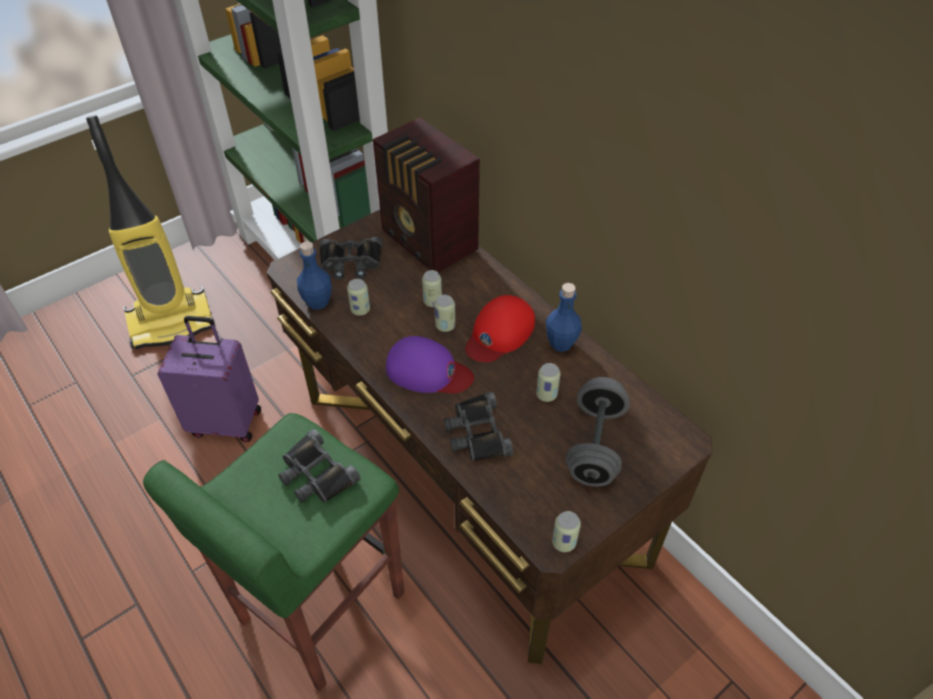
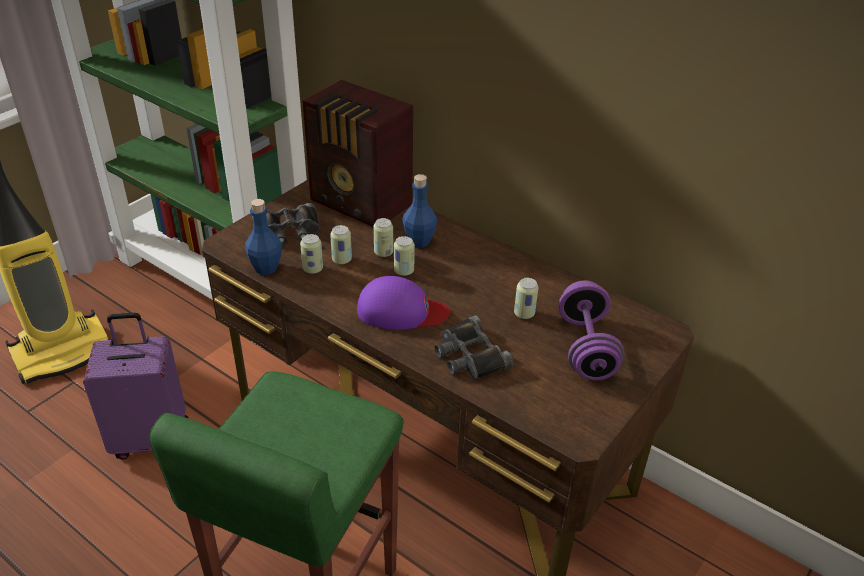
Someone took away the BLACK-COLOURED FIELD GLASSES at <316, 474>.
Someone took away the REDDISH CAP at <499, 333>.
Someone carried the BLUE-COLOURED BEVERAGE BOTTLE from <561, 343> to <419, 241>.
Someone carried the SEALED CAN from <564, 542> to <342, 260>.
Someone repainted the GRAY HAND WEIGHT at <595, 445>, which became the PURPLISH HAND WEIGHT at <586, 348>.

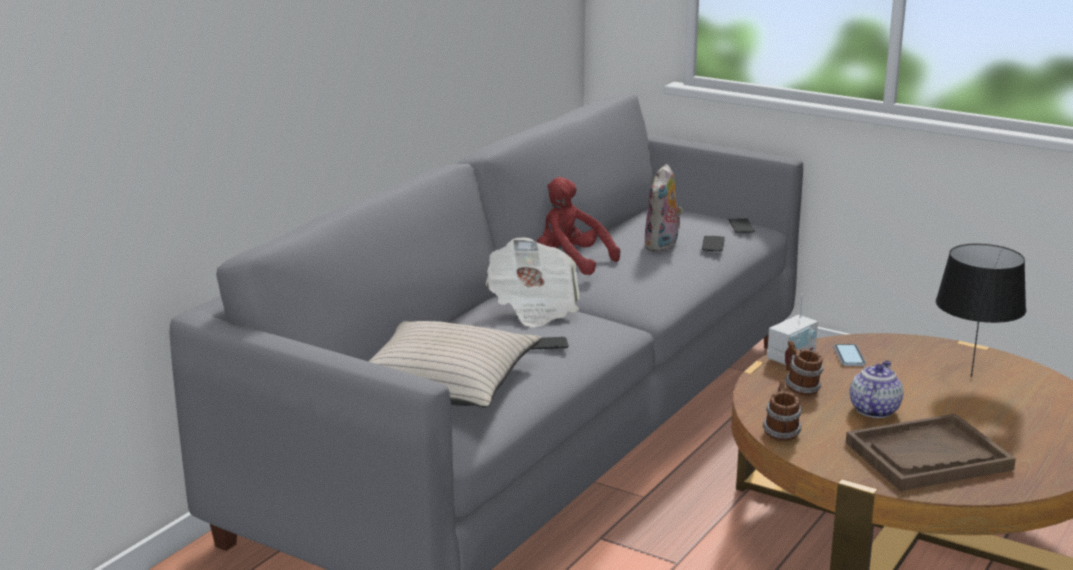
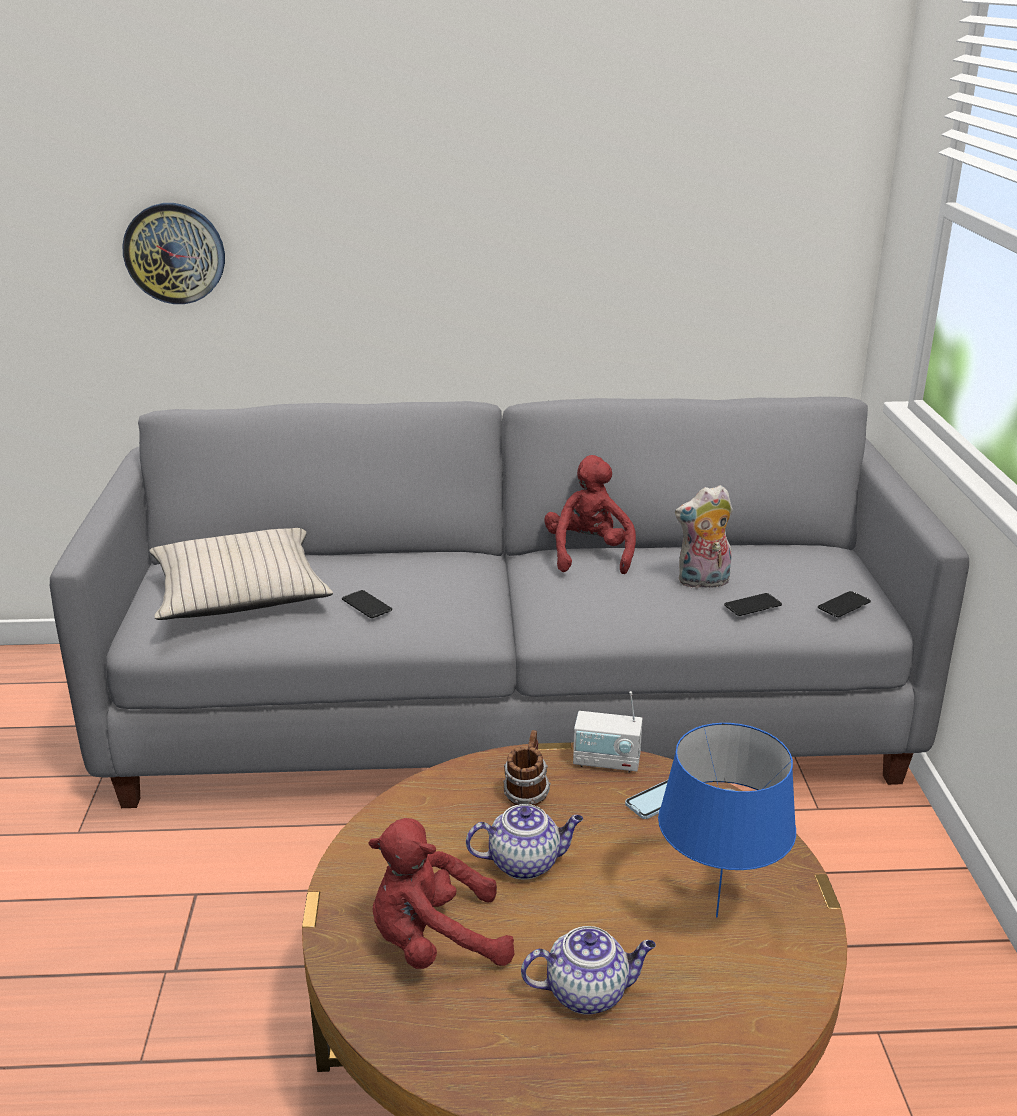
Someone took away the NEWSPAPER at <533, 307>.
Someone took away the MUG at <780, 432>.
Someone swapped the BROWN-COLOURED TRAY at <928, 456> for the REDDISH PLUSH TOY at <434, 943>.
Someone repainted the BLACK-COLOURED TABLETOP LAMP at <972, 377>, which became the BLUE-COLOURED TABLETOP LAMP at <717, 918>.
Someone put up the WALL CLOCK at <174, 253>.
Someone put down the TEA POT at <588, 992>.

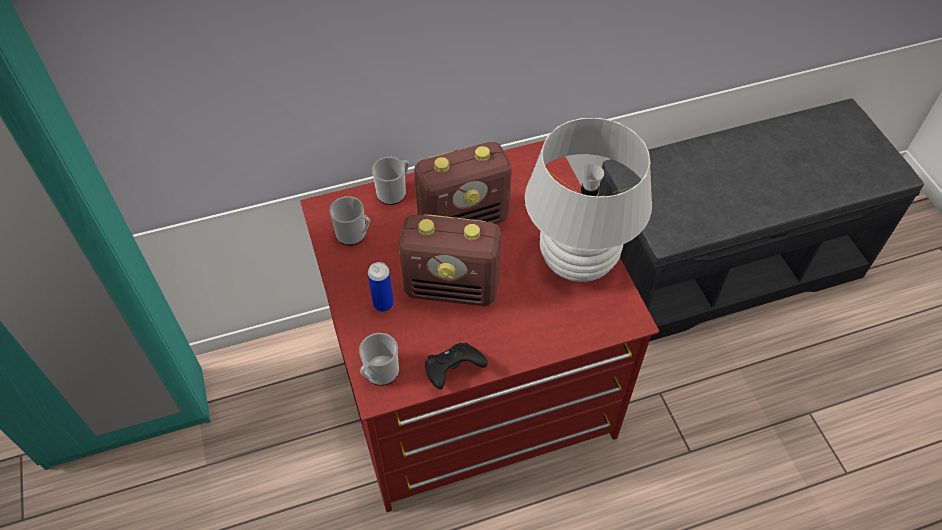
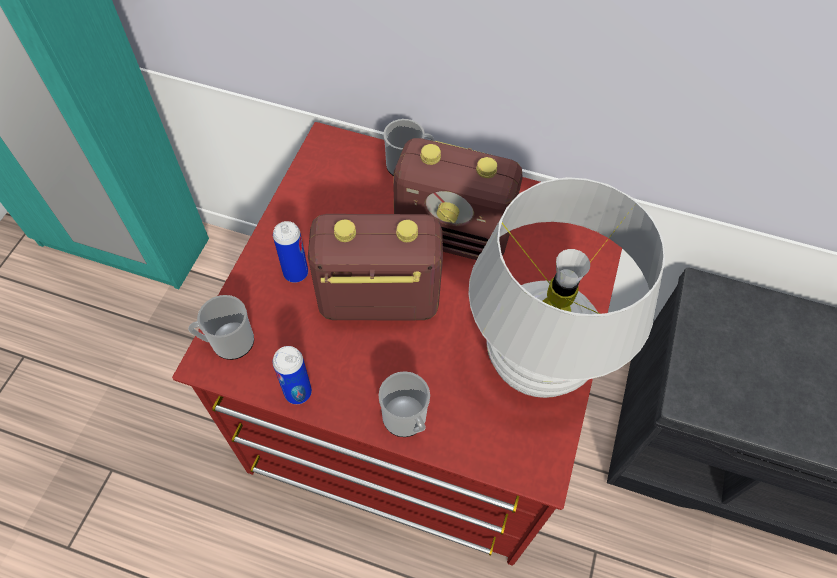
Someone carried the MUG from <354, 235> to <407, 421>.
Someone rotated the RADIO SET at <452, 288> by 135 degrees clockwise.
Someone swapped the BLACK-COLOURED GAMEPAD at <453, 372> for the SEALED CAN at <298, 392>.

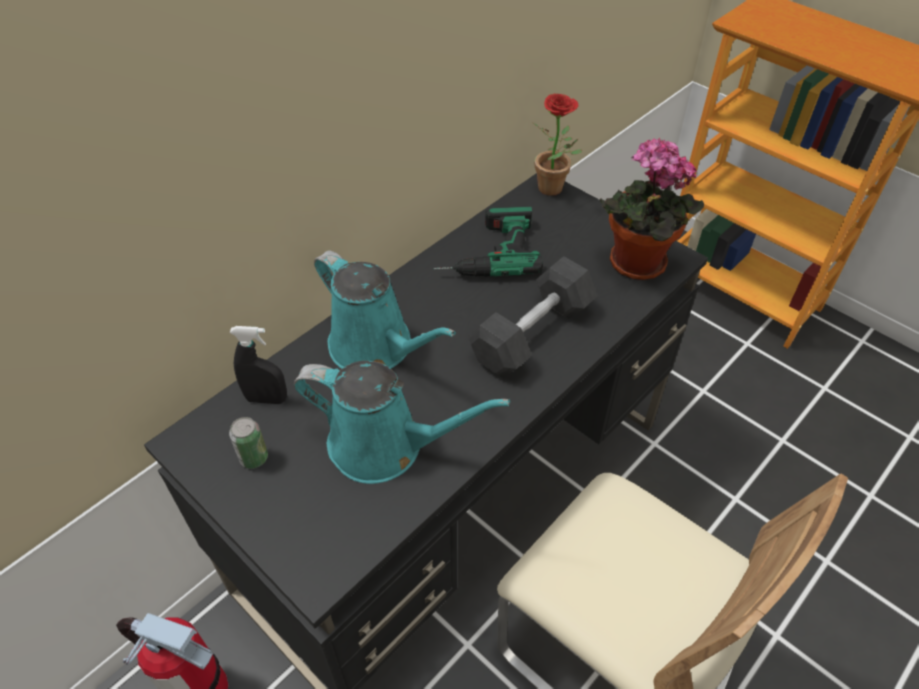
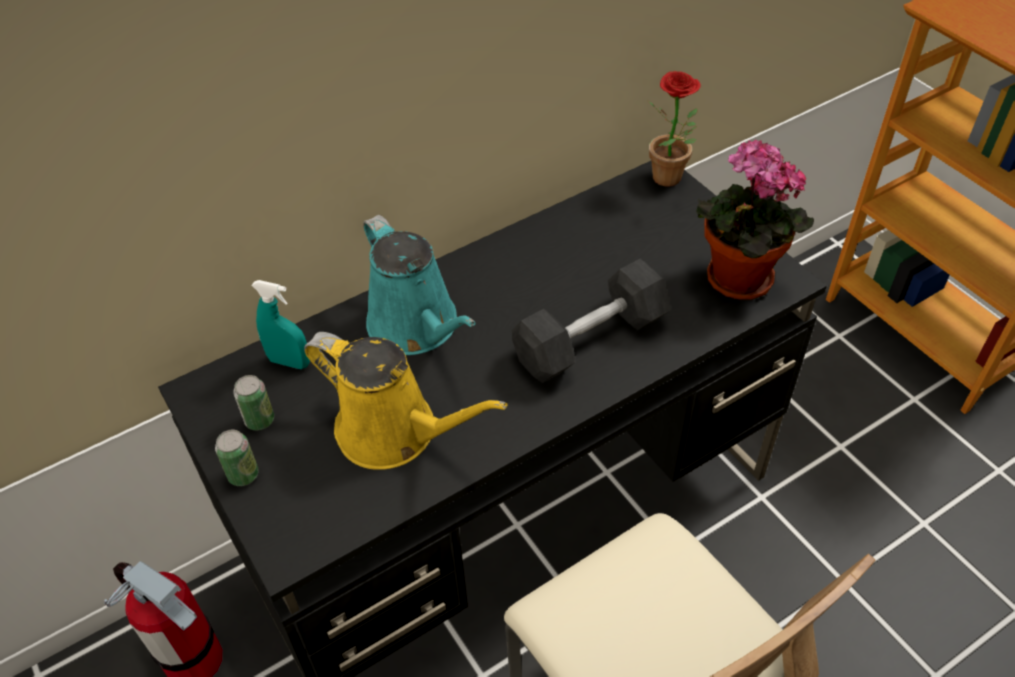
Someone repainted the BLACK-COLOURED SPRAYER at <266, 399>, which became the BLUE-GREEN SPRAYER at <289, 362>.
Someone repainted the BLUE-GREEN SPRINKLING CAN at <385, 445>, which became the YELLOW SPRINKLING CAN at <395, 432>.
Someone took away the POWER DRILL at <485, 251>.
Someone put down the SEALED CAN at <243, 475>.

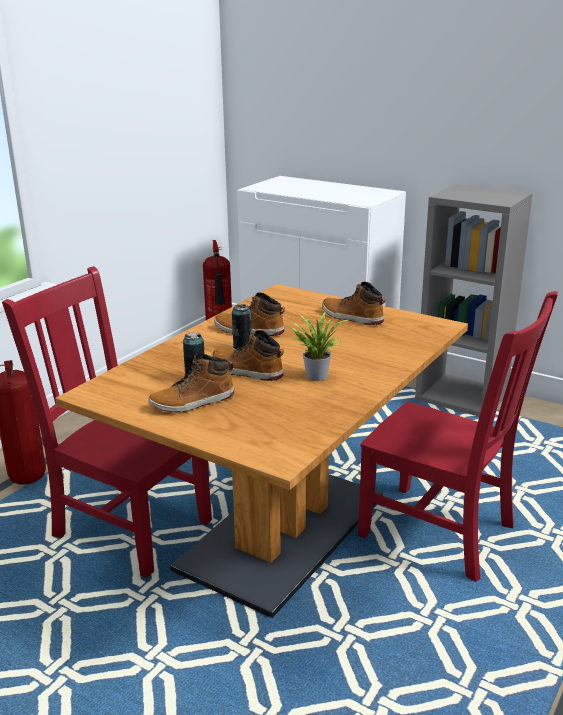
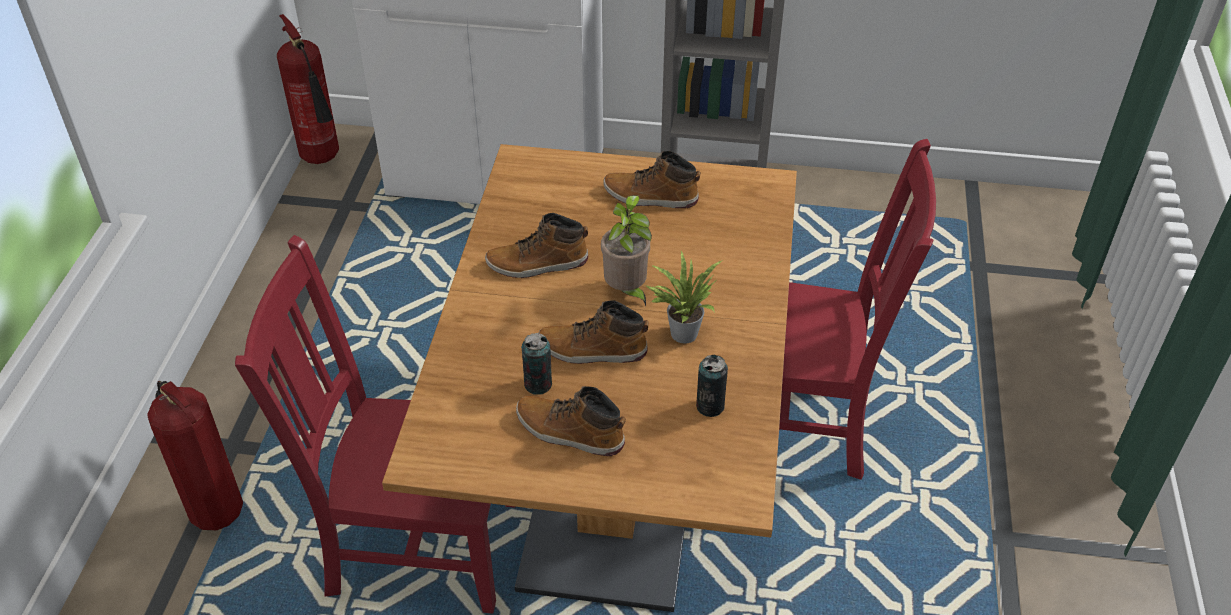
Someone rotated the BOOT at <193, 402> by 75 degrees clockwise.
Someone carried the SEALED CAN from <242, 347> to <710, 406>.
Someone put down the POTTED PLANT at <627, 292>.

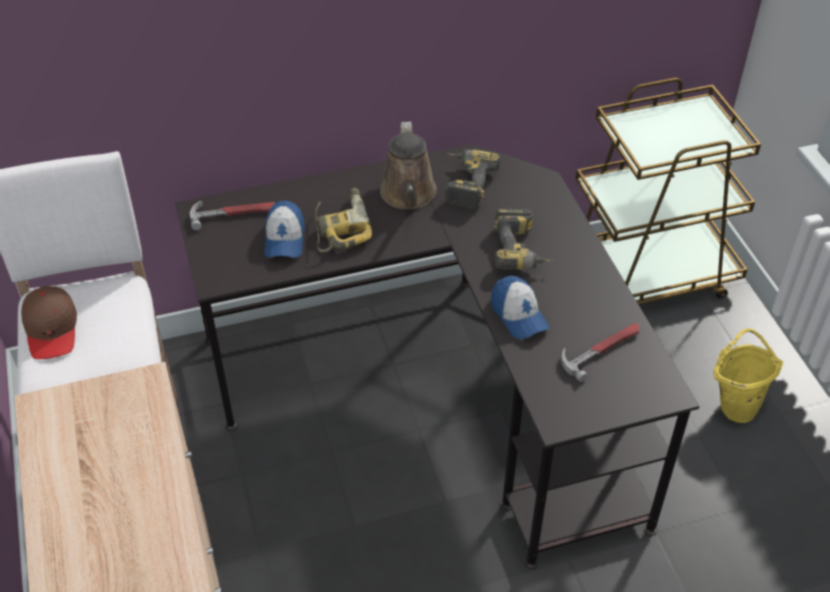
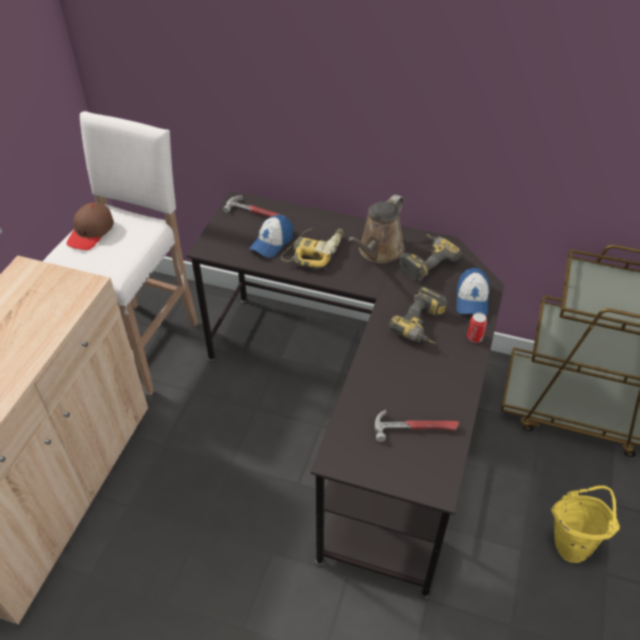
Someone carried the CAP from <518, 315> to <472, 299>.
Someone put down the SEALED CAN at <474, 337>.

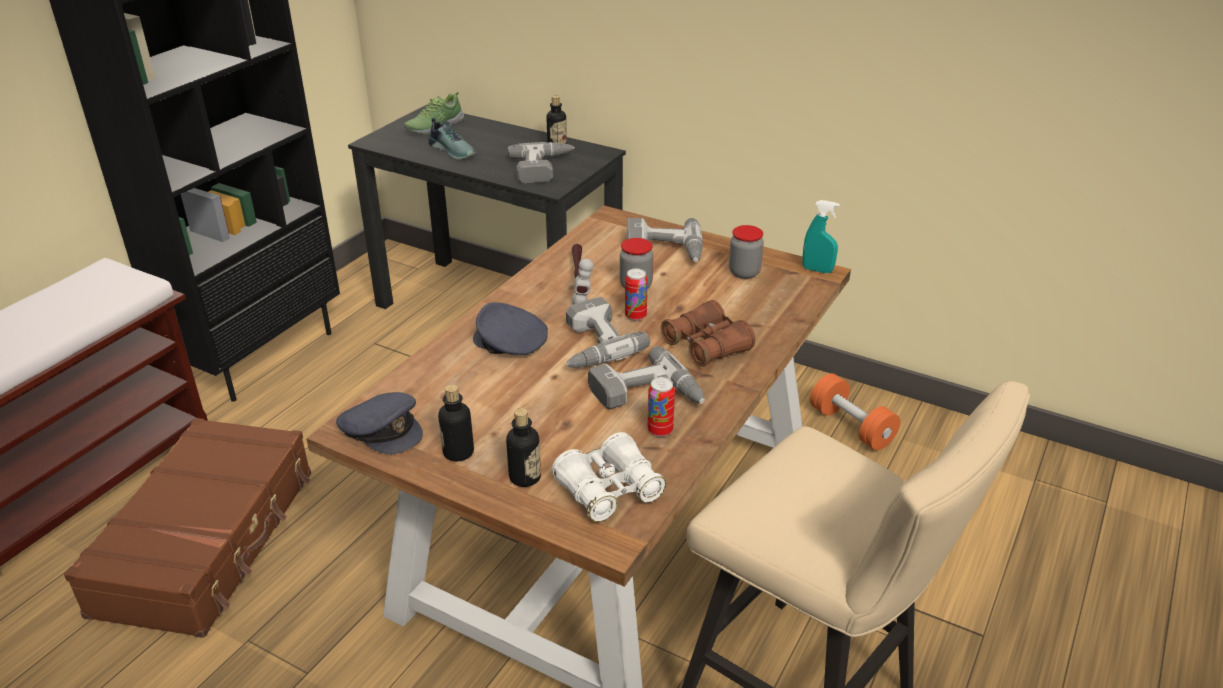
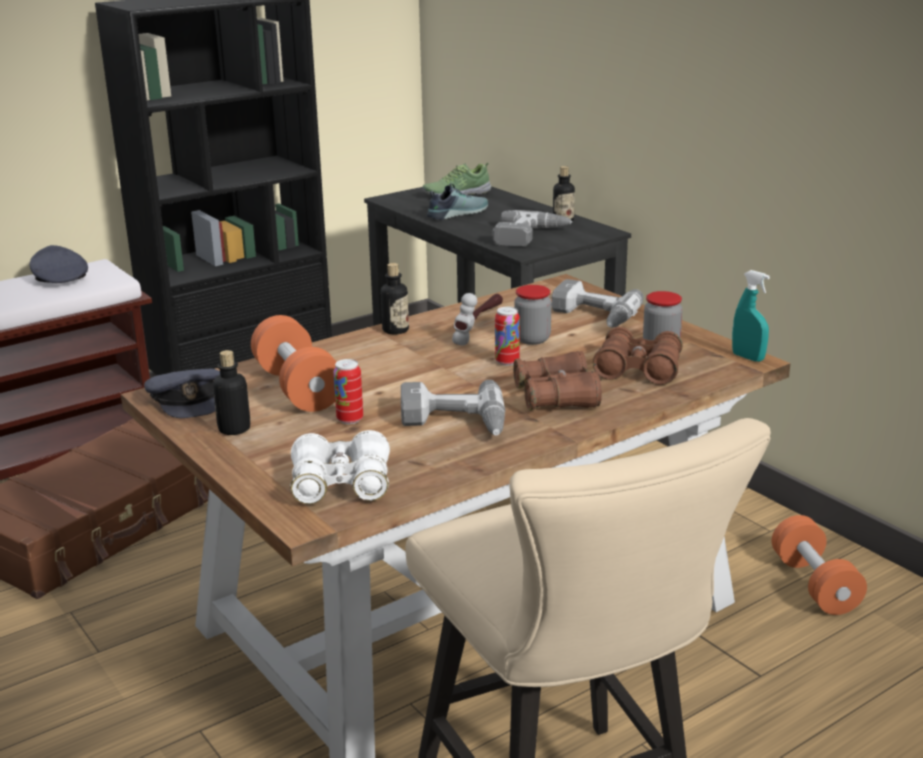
Someone rotated the ITEM OF FOOTWEAR at <453, 150> by 105 degrees counterclockwise.
Someone carried the GRAY CAP from <509, 343> to <59, 279>.
Someone carried the BEVERAGE BOTTLE from <525, 477> to <395, 330>.
Someone took away the POWER DRILL at <591, 345>.
Someone carried the SEALED CAN from <660, 430> to <350, 419>.
Someone put down the ORANGEY HAND WEIGHT at <298, 388>.
Someone put down the BROWN-COLOURED FIELD GLASSES at <638, 370>.

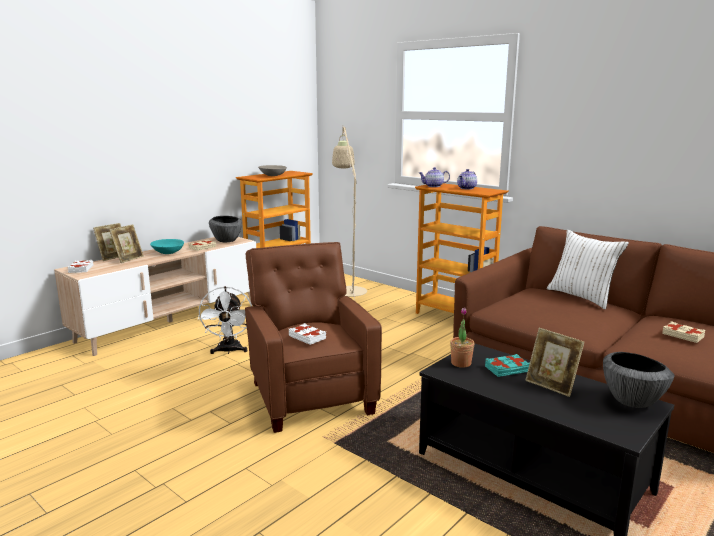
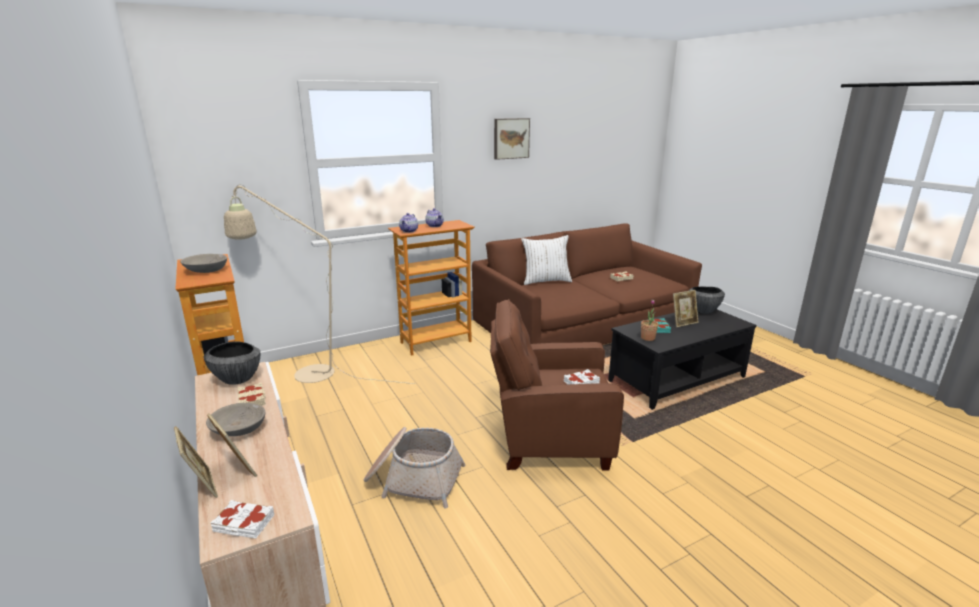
Someone repainted the BLUE-GREEN DEEP DISH at <168, 252>, which became the GRAY DEEP DISH at <238, 429>.
Someone swapped the WHITISH FAN at <229, 351> for the STORAGE BASKET at <413, 479>.
Someone put up the WALL PICTURE at <510, 138>.

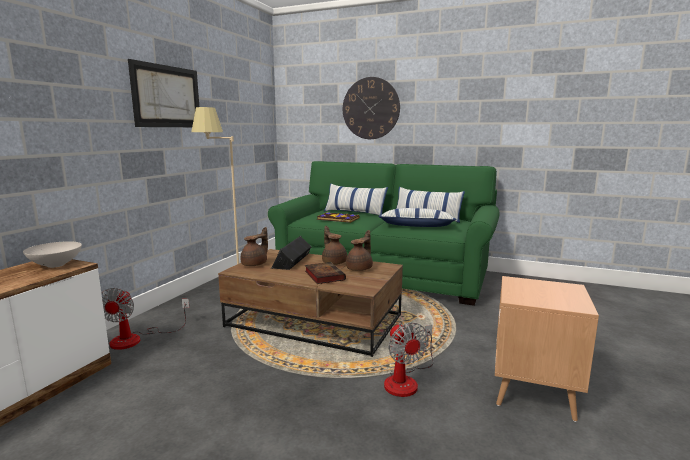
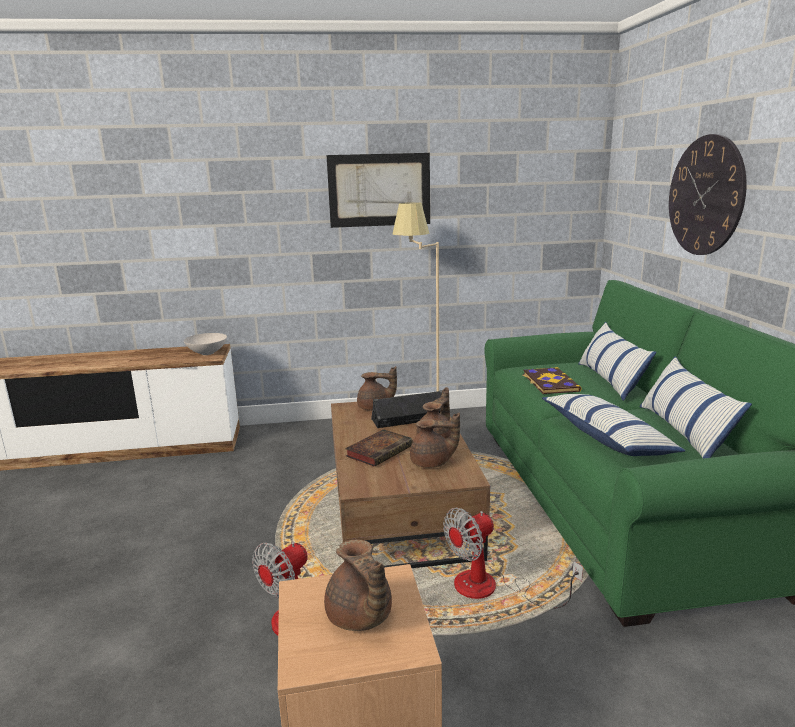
Someone carried the FAN from <136, 339> to <491, 589>.
Someone put down the BROWN-COLOURED TEA POT at <360, 617>.

